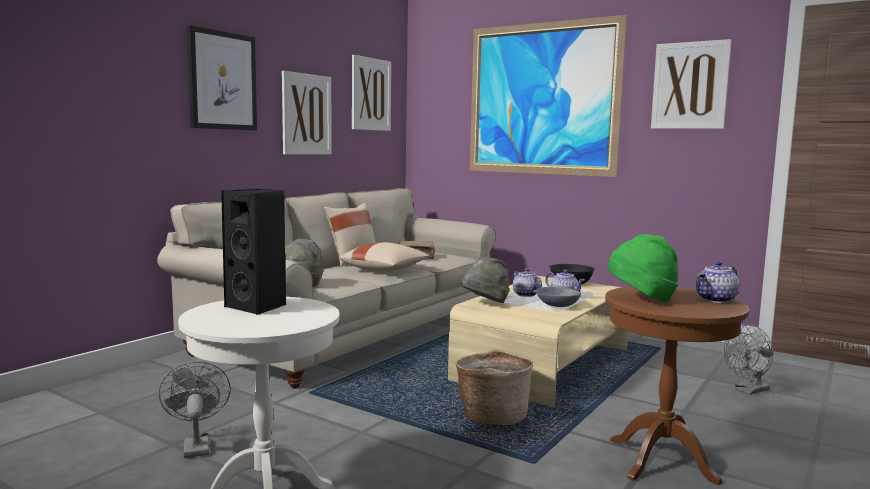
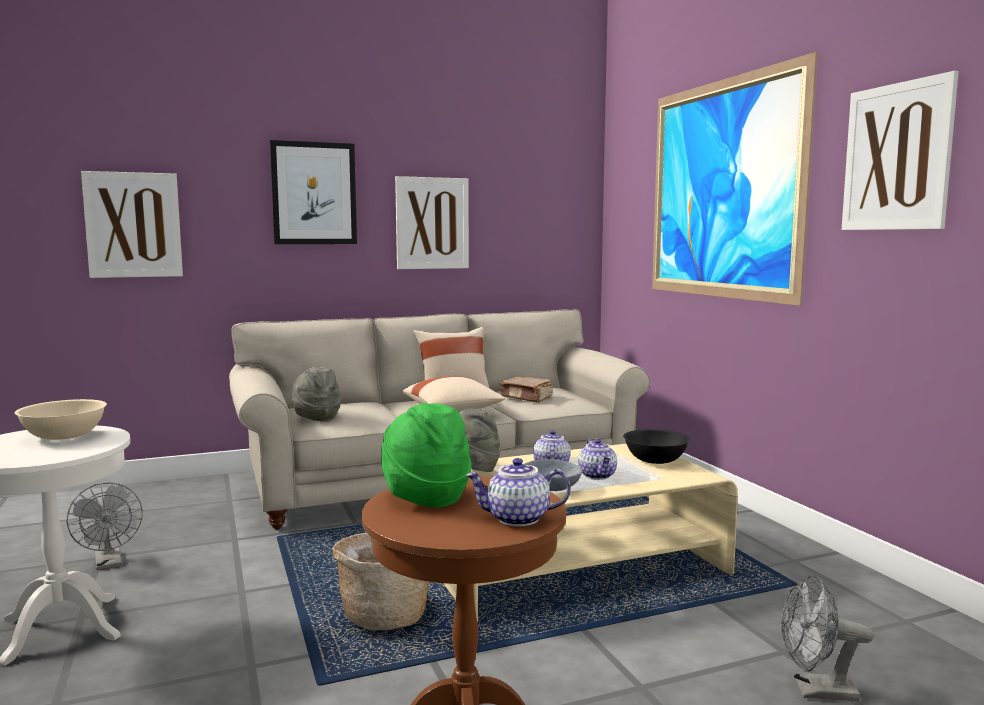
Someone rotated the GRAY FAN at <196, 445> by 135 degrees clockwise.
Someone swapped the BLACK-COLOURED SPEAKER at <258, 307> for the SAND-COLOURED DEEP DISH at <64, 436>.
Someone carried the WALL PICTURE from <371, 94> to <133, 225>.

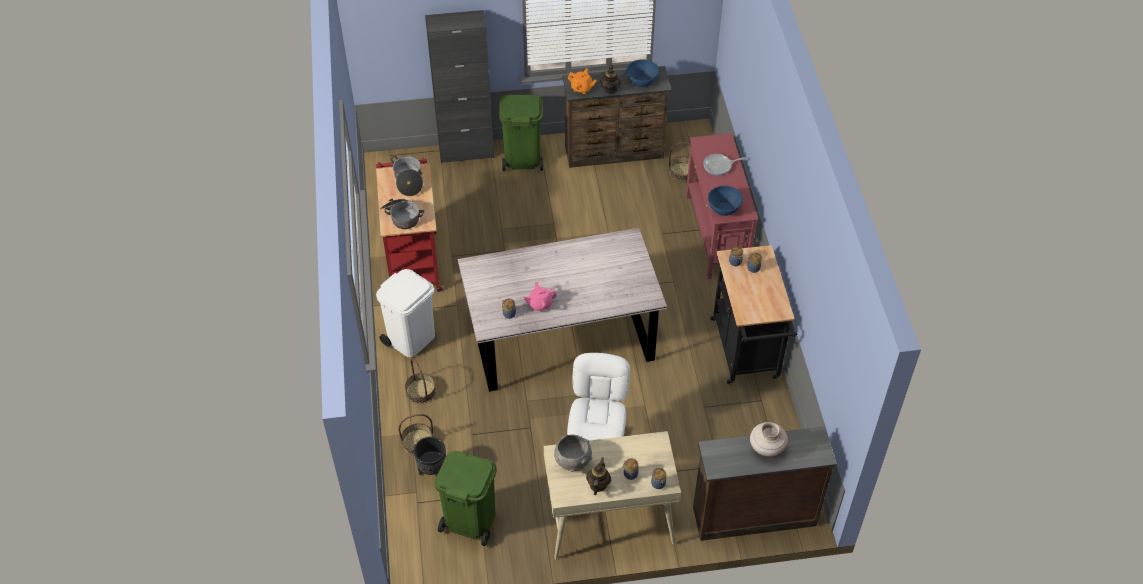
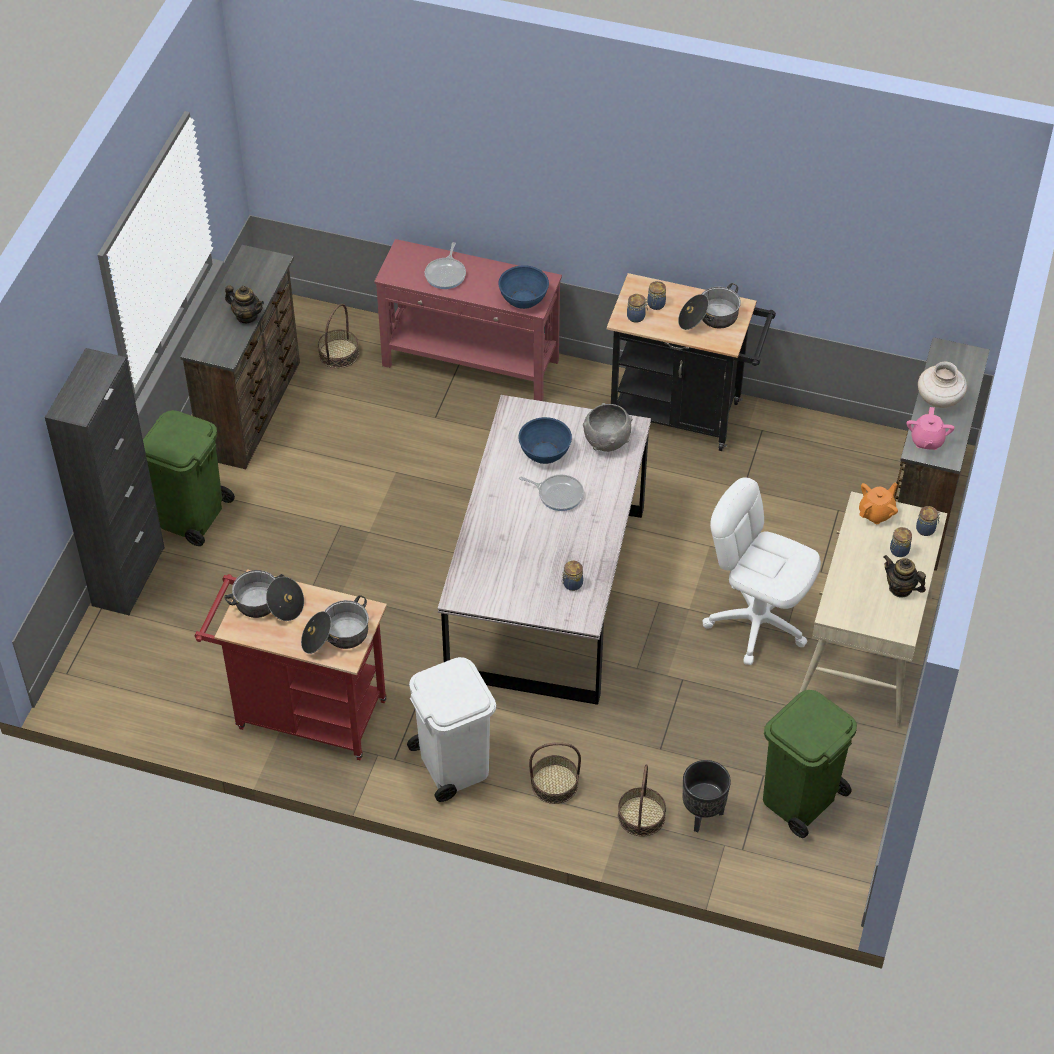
Someone carried the PINK TEA POT from <540, 304> to <927, 441>.
Someone carried the GRAY DEEP DISH from <572, 461> to <606, 441>.
Someone carried the ORANGEY TEA POT from <582, 88> to <876, 513>.
Someone carried the BLUE-COLOURED DEEP DISH from <642, 81> to <545, 452>.
Someone put down the SKILLET at <558, 494>.
Someone put down the SAUCEPOT at <709, 318>.

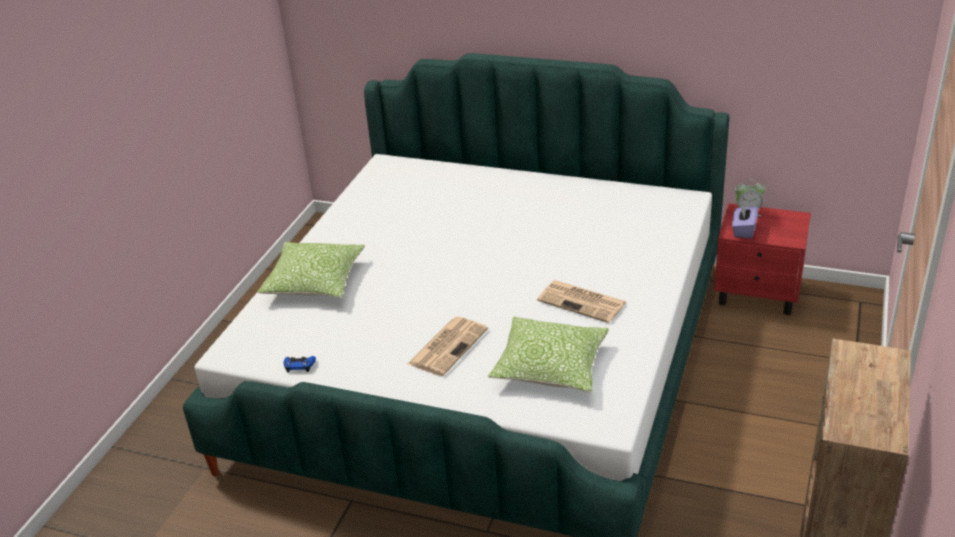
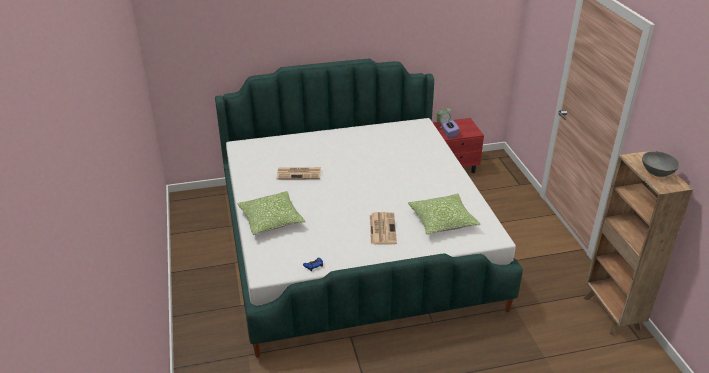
Someone carried the NEWSPAPER from <583, 302> to <299, 173>.
Someone put down the GRAY DEEP DISH at <657, 172>.

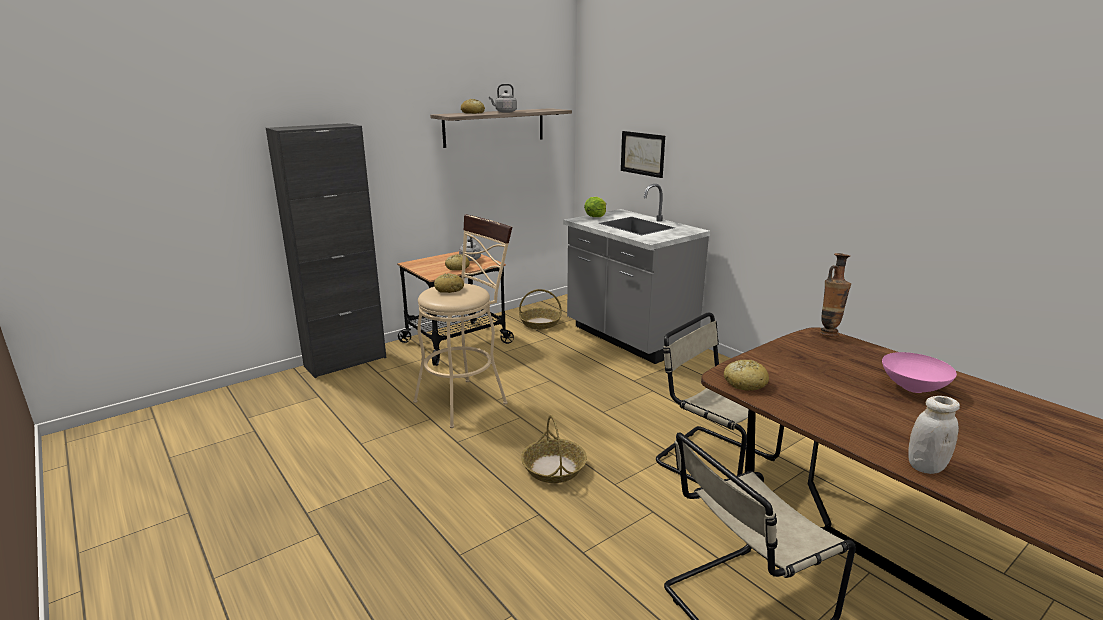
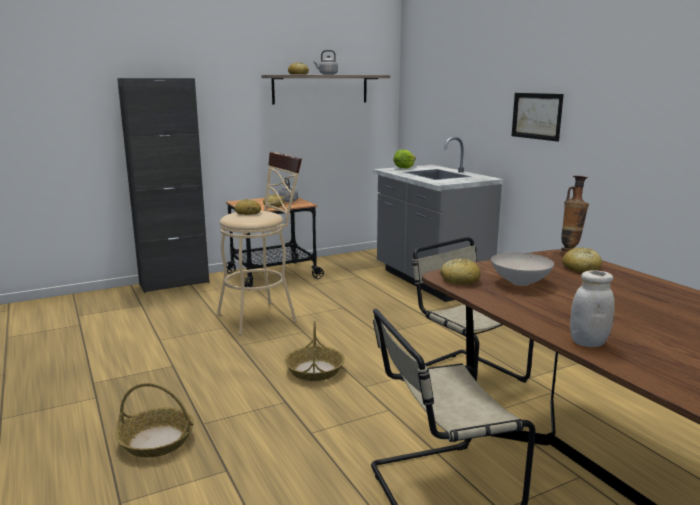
Someone carried the STORAGE BASKET from <540, 323> to <157, 440>.
Someone carried the WALL PICTURE from <642, 153> to <536, 116>.
Someone took away the PINK DEEP DISH at <912, 387>.
Someone put down the WHITISH DEEP DISH at <521, 282>.
Someone put down the BAKERY BREAD at <581, 268>.

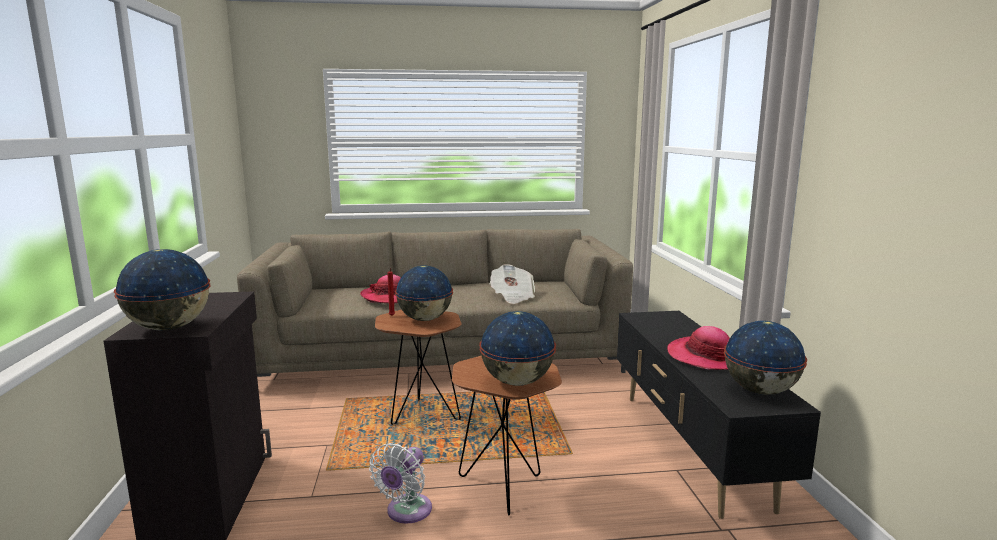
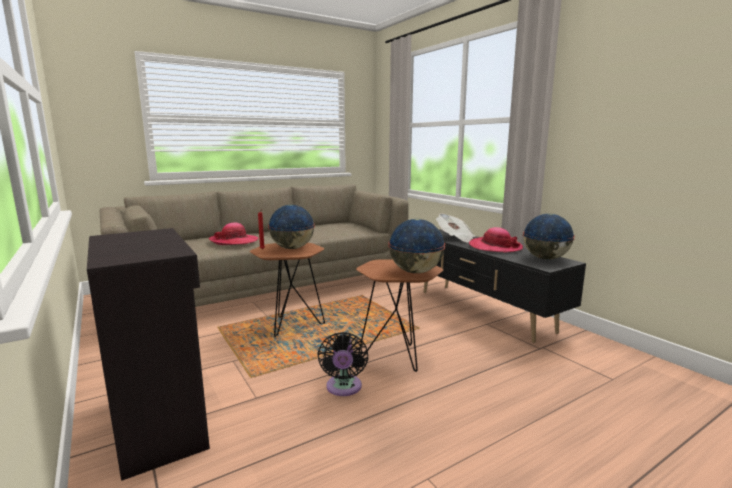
Someone took away the DESK GLOBE at <169, 328>.
Someone repainted the WHITISH FAN at <406, 512>, which became the BLACK-COLOURED FAN at <343, 388>.
Someone carried the NEWSPAPER from <512, 296> to <455, 238>.

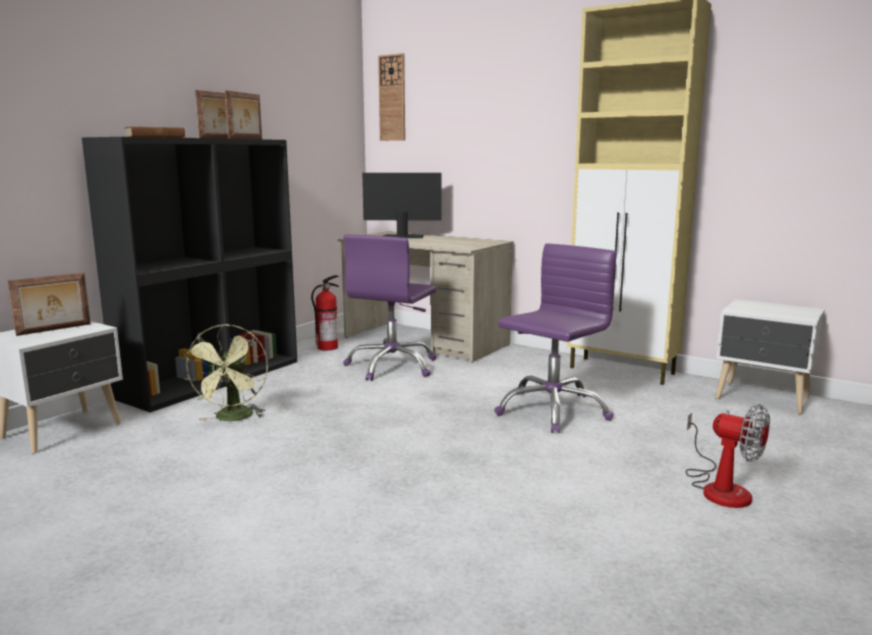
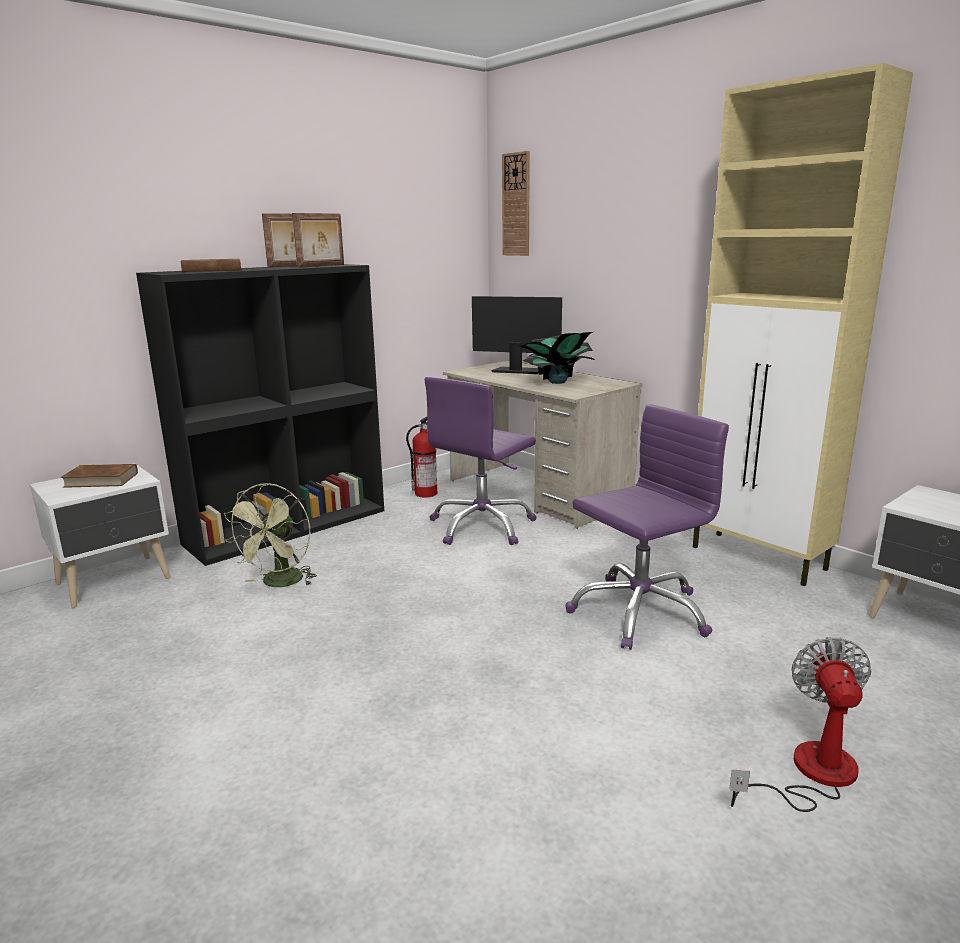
Someone swapped the PHOTO FRAME at <54, 330> for the BROWN-COLOURED VOLUME at <101, 480>.
Someone rotated the FAN at <720, 488> by 135 degrees counterclockwise.
Someone put down the POTTED PLANT at <556, 382>.

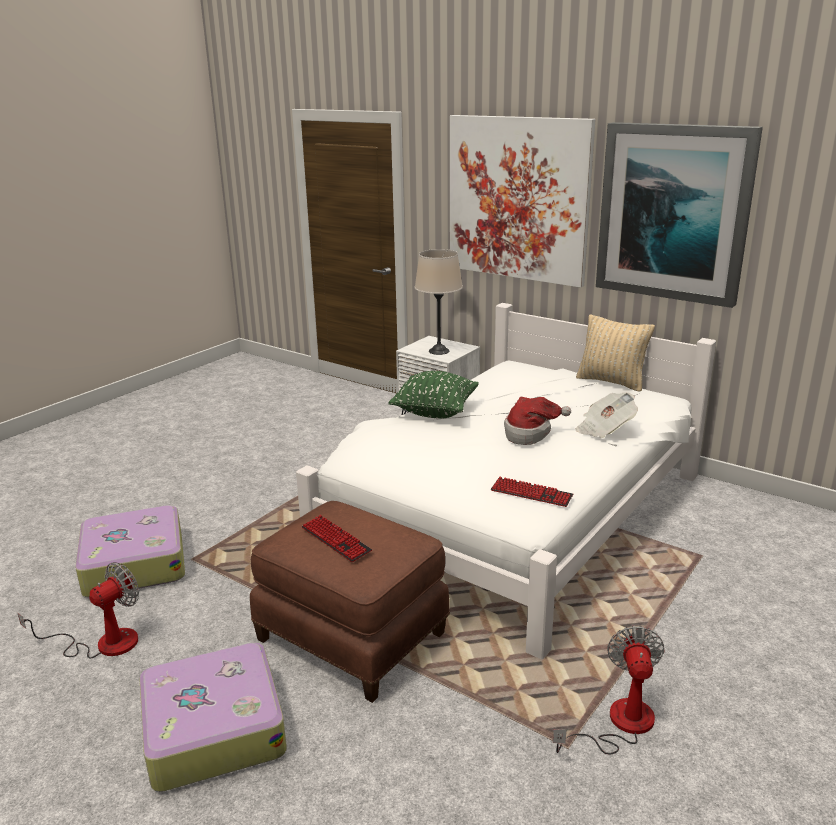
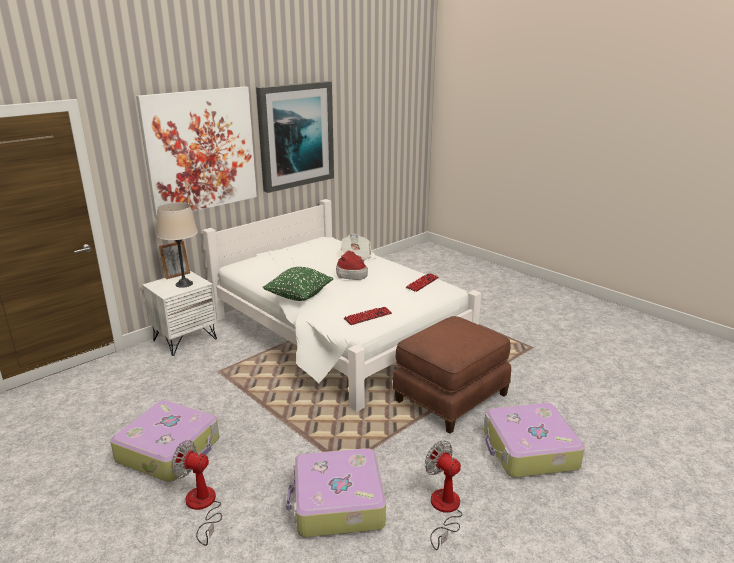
Someone carried the PC KEYBOARD from <336, 540> to <368, 316>.
Someone carried the FAN from <619, 724> to <202, 506>.
Someone took away the SAND-COLOURED THROW PILLOW at <611, 382>.
Someone put down the TRAVEL CASE at <170, 450>.
Someone put down the PHOTO FRAME at <177, 275>.

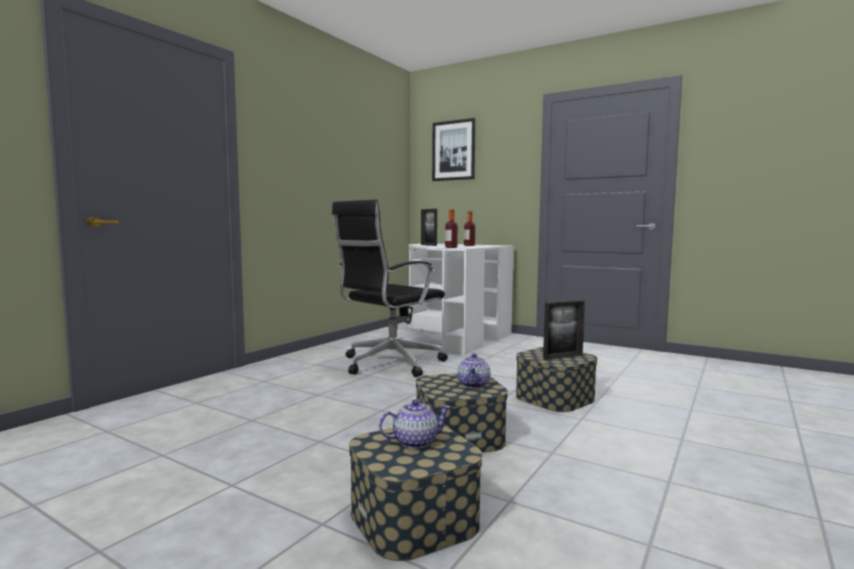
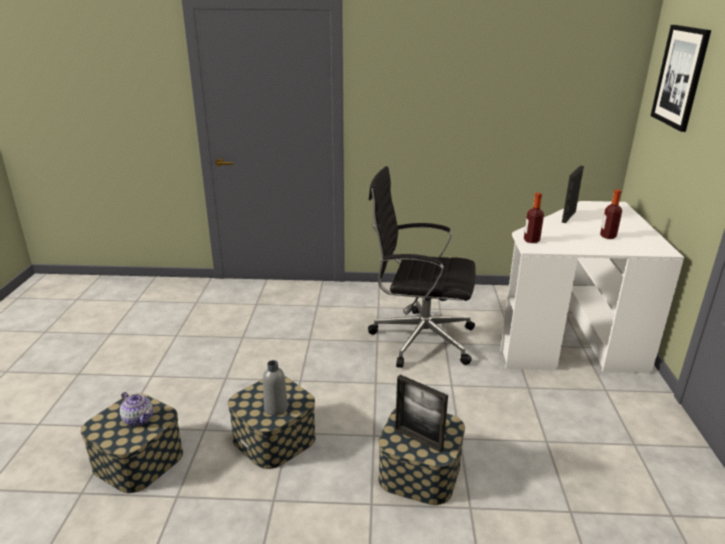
Someone swapped the TEA POT at <474, 384> for the GRAY BEVERAGE BOTTLE at <276, 408>.

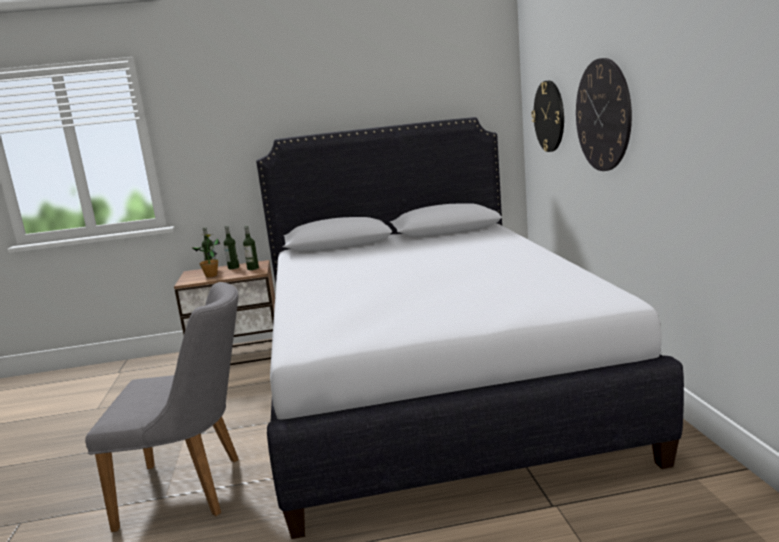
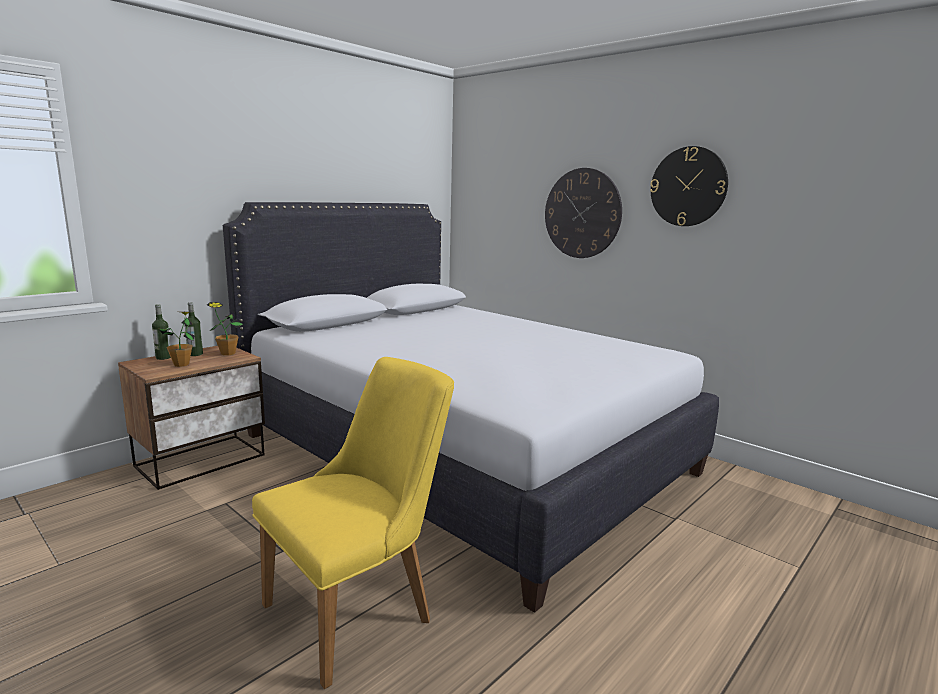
Someone repainted the GRAY UPRIGHT CHAIR at <194, 489>, which became the YELLOW UPRIGHT CHAIR at <362, 607>.
Someone swapped the BEVERAGE BOTTLE at <253, 268> for the POTTED PLANT at <228, 353>.
Someone carried the WALL CLOCK from <549, 116> to <688, 187>.

